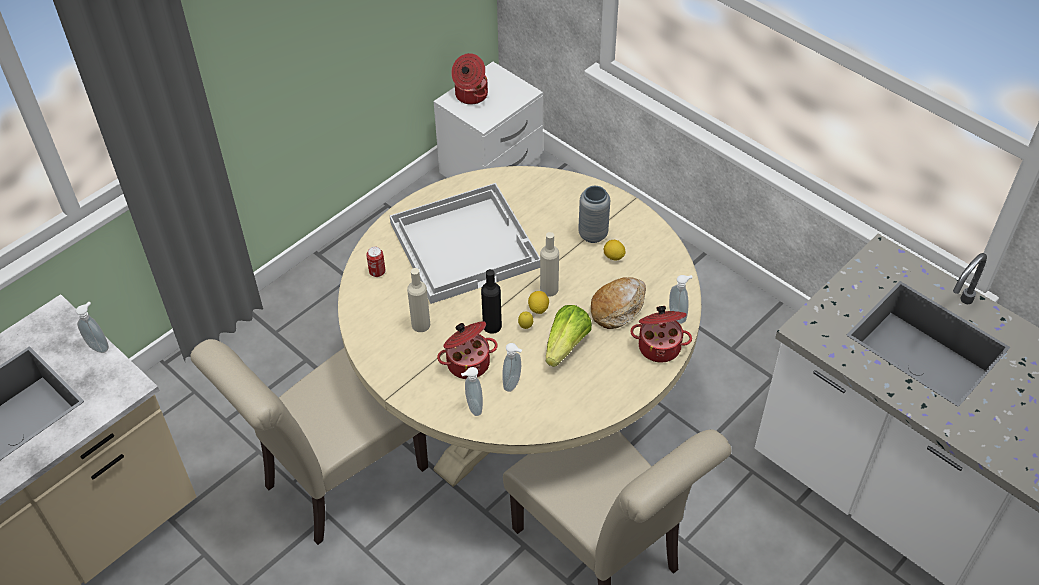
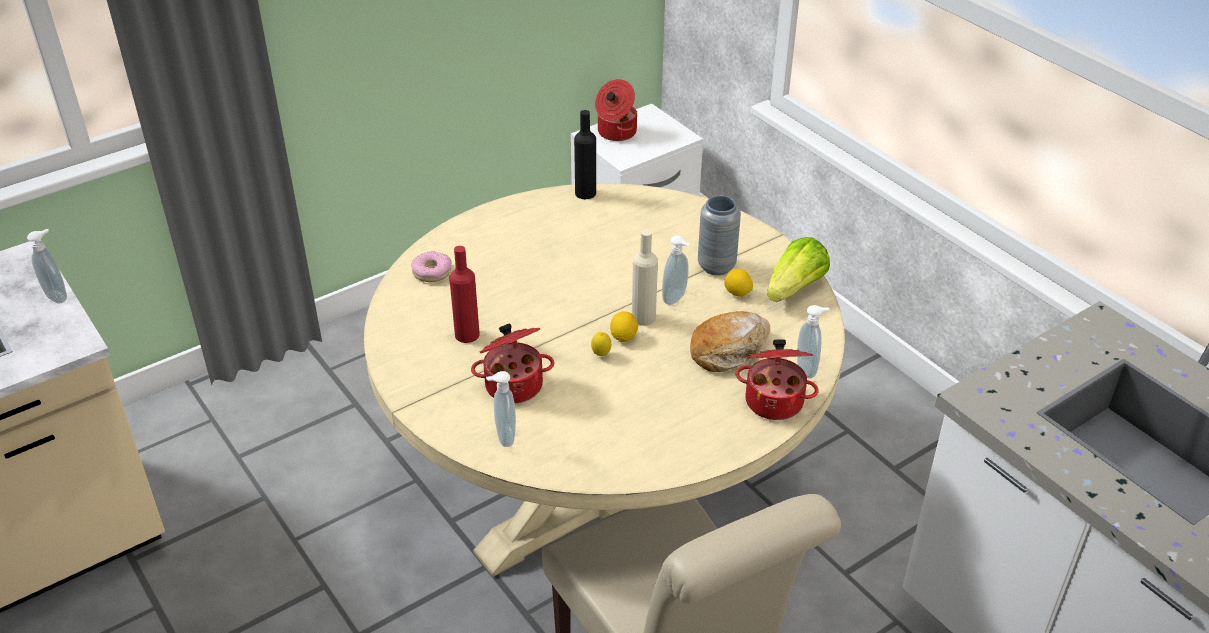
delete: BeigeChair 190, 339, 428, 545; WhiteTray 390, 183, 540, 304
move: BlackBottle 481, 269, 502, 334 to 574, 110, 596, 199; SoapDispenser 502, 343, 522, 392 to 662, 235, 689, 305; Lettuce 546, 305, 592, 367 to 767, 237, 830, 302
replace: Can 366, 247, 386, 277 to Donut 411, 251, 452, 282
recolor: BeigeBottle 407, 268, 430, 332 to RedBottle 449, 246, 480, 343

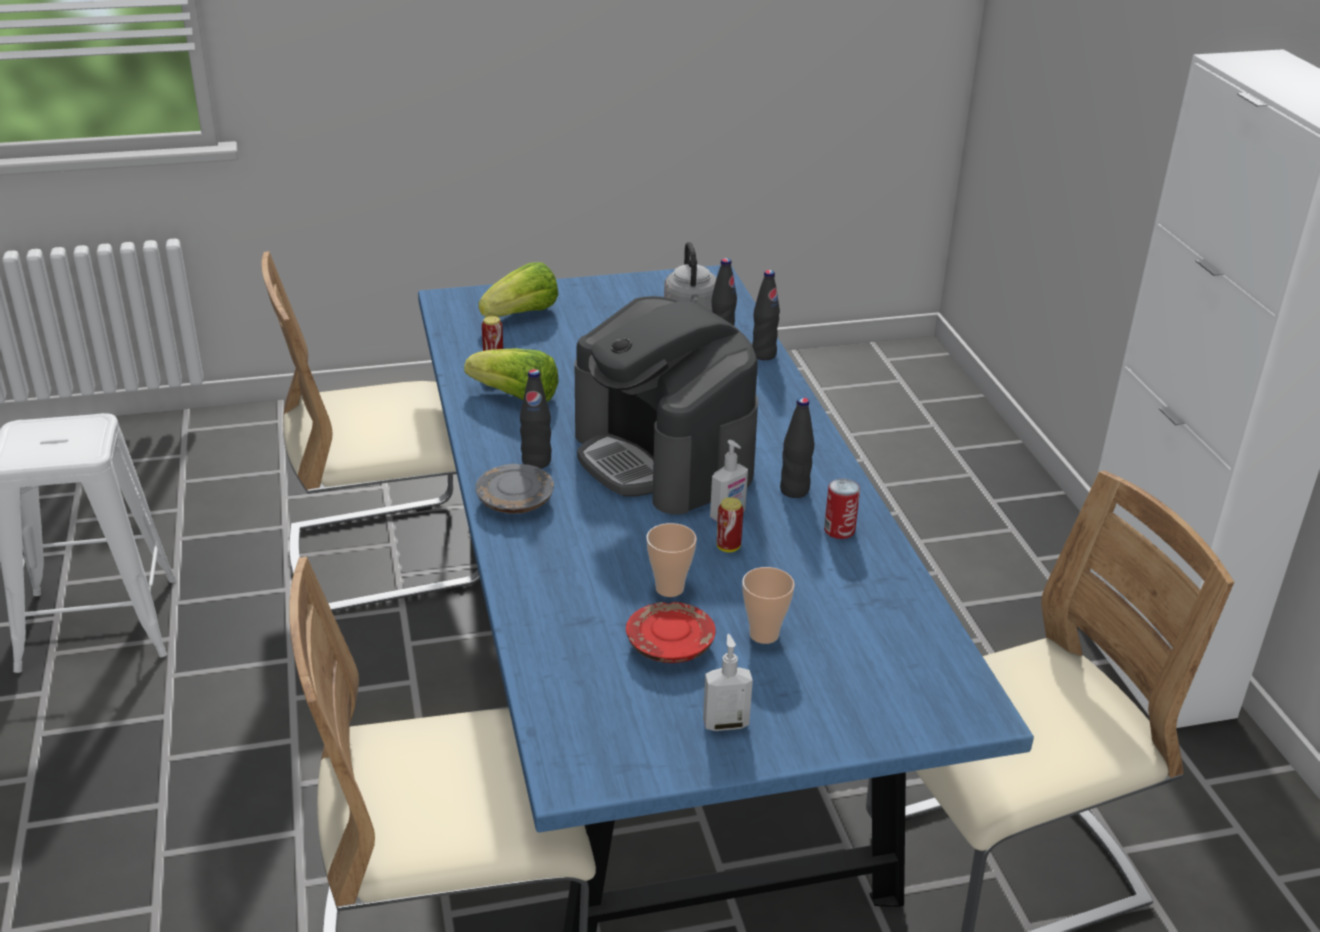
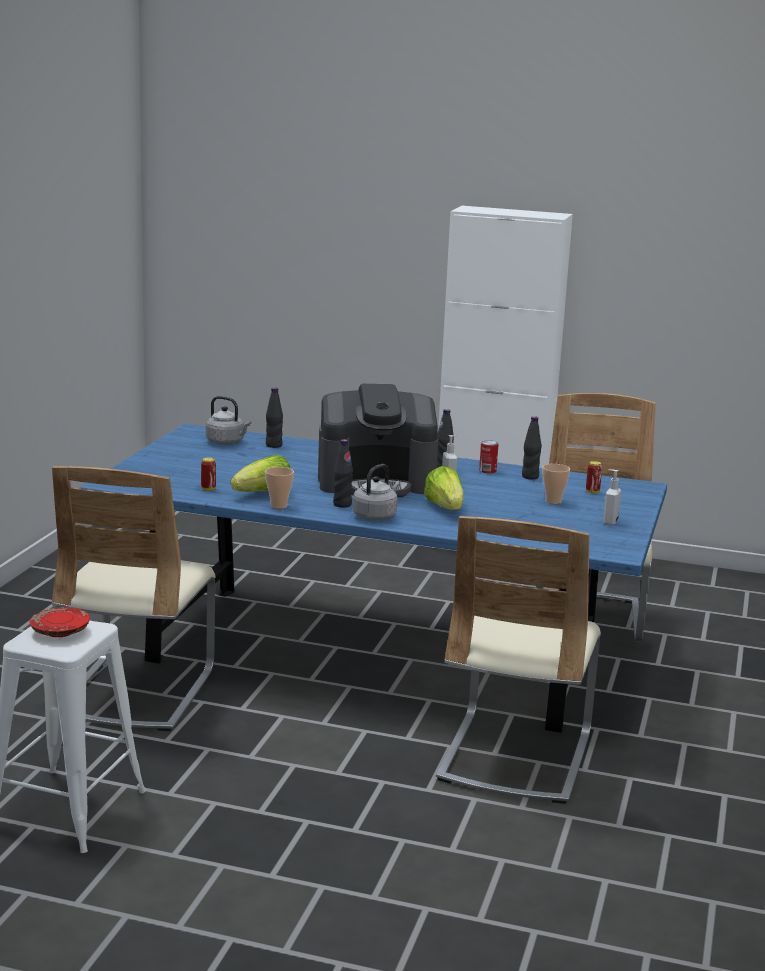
move: Lettuce 478, 262, 558, 317 to 424, 466, 464, 510; RedPlate 626, 602, 716, 663 to 29, 608, 90, 637; Cup 646, 523, 697, 597 to 265, 467, 294, 509; Can 717, 498, 744, 552 to 586, 461, 602, 494; BlackBottle 752, 270, 780, 360 to 522, 416, 542, 480
replace: GreyPlate 475, 464, 554, 514 to GreyKettle 353, 464, 400, 521

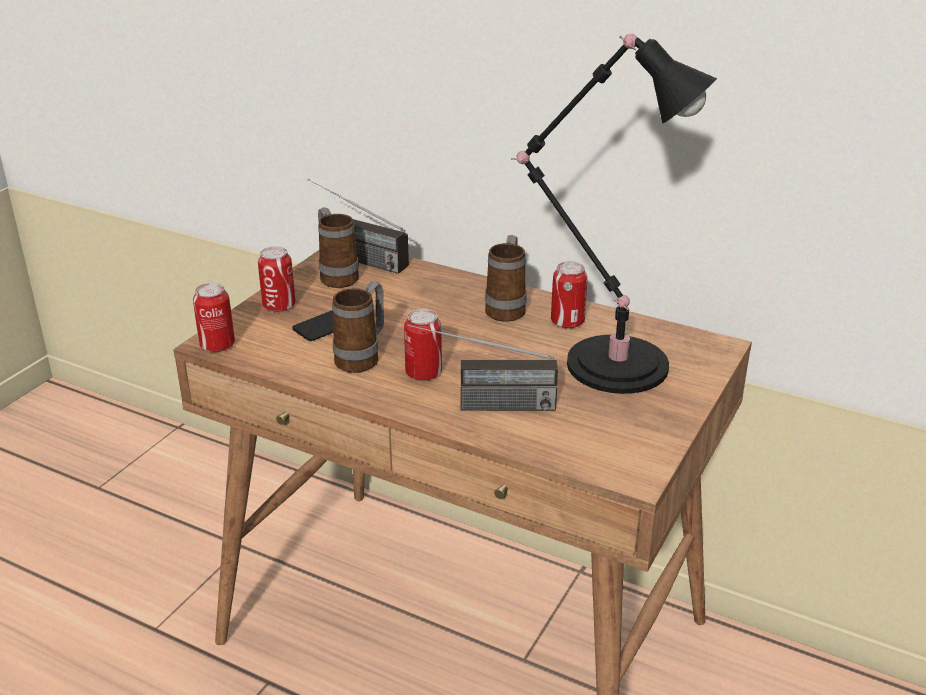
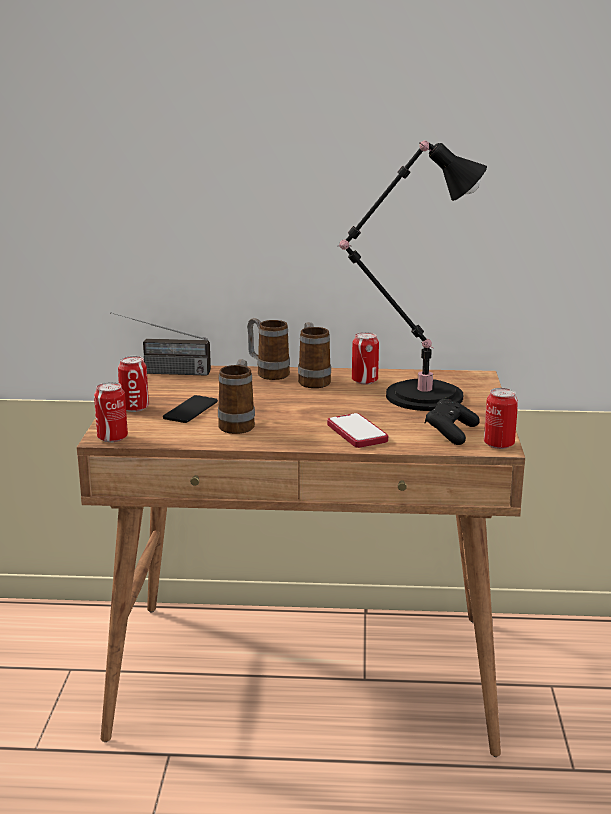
insert: BlackGameController 425, 399, 480, 445
move: Mug 318, 207, 359, 288 to 247, 318, 290, 380; Can 404, 309, 442, 381 to 484, 388, 518, 449
replace: Radio 407, 324, 558, 411 to Phone 327, 413, 388, 448

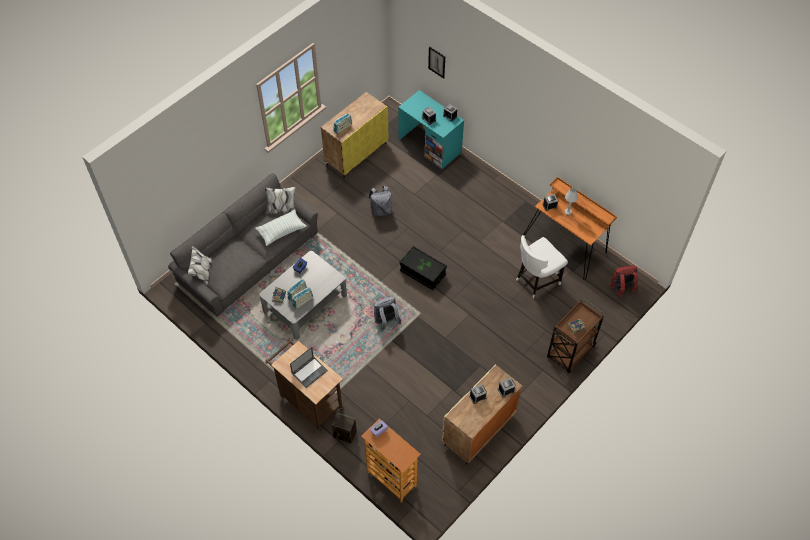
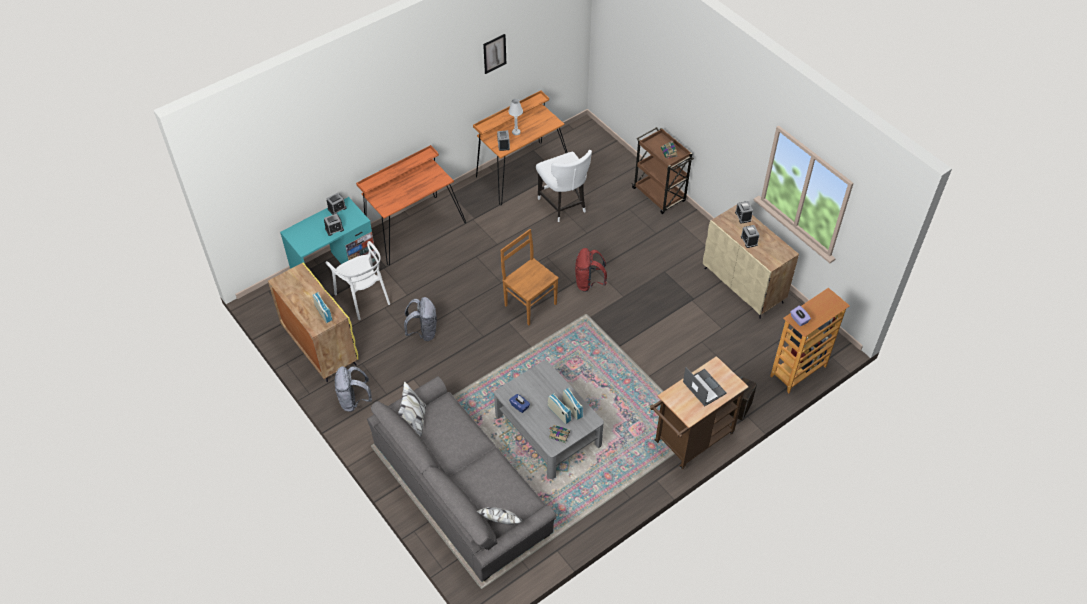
delete: Pillow 255, 209, 307, 246
insert: WhiteChair 326, 241, 390, 320; OrangeDesk 356, 145, 466, 266
move: GreyBackpack 374, 296, 401, 331 to 334, 366, 372, 412; Picture 428, 46, 445, 79 to 483, 34, 506, 74; RedBackpack 610, 266, 638, 298 to 575, 248, 607, 292
replace: BlackStorageBox 399, 246, 447, 290 to BrownChair 500, 229, 559, 326

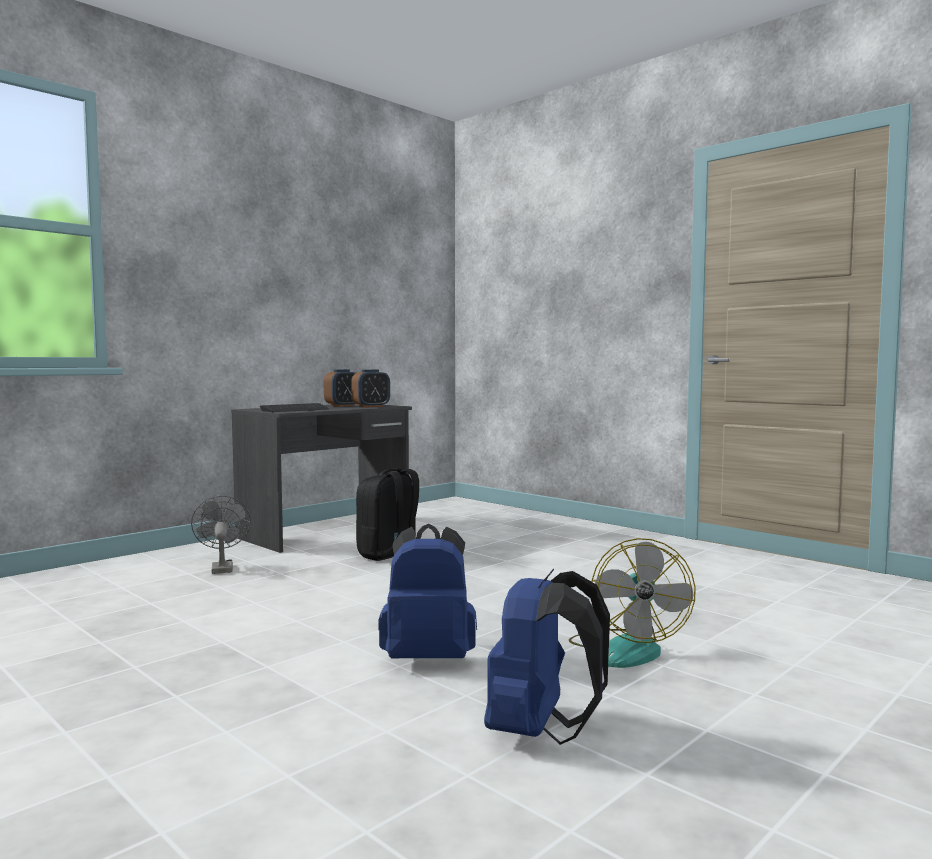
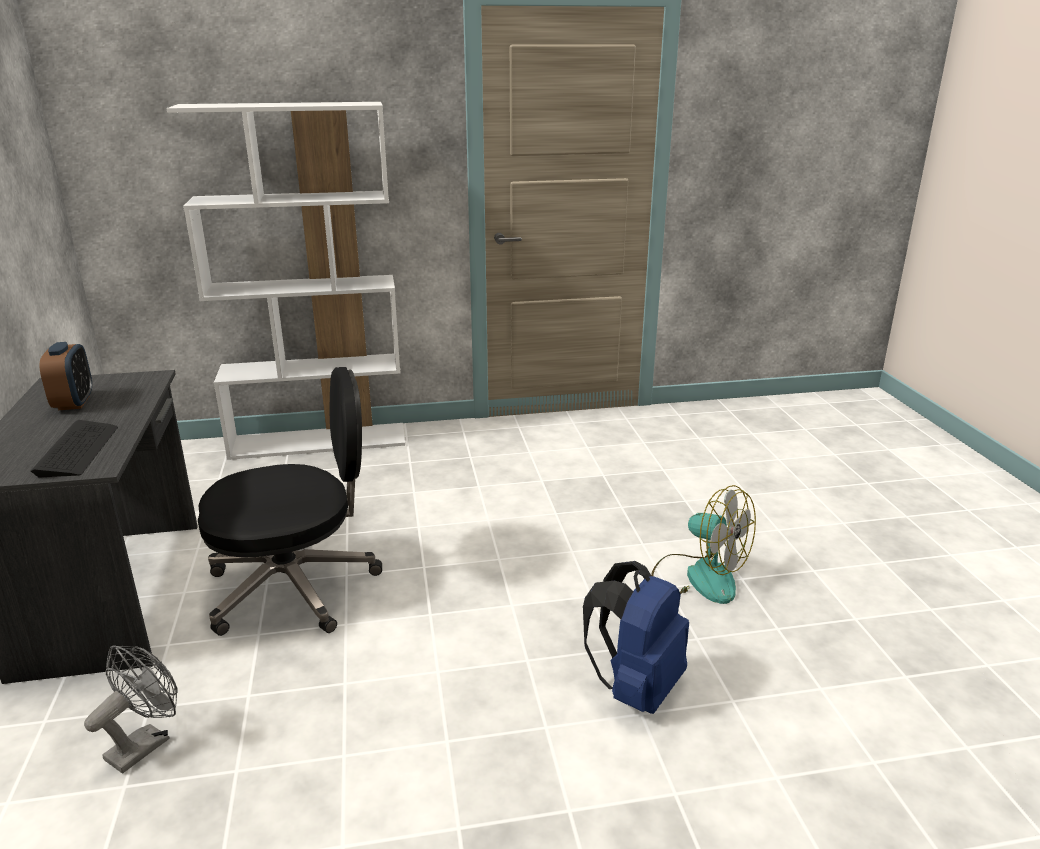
delete: AlarmClock 351, 369, 390, 407; BlueBackpack 484, 568, 610, 745
insert: WhiteBookcase 167, 102, 405, 460
replace: BlackBackpack 356, 468, 419, 561 to BlackOfficeChair 198, 367, 382, 636
rotate: GreyFan 191, 496, 251, 574 = 84, 646, 178, 773 105 degrees clockwise

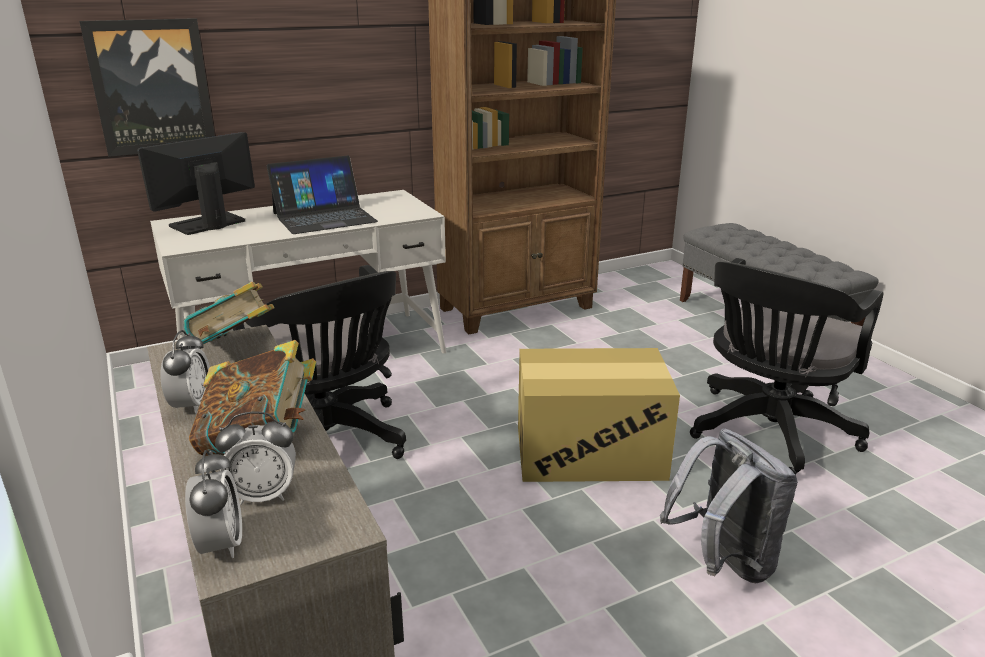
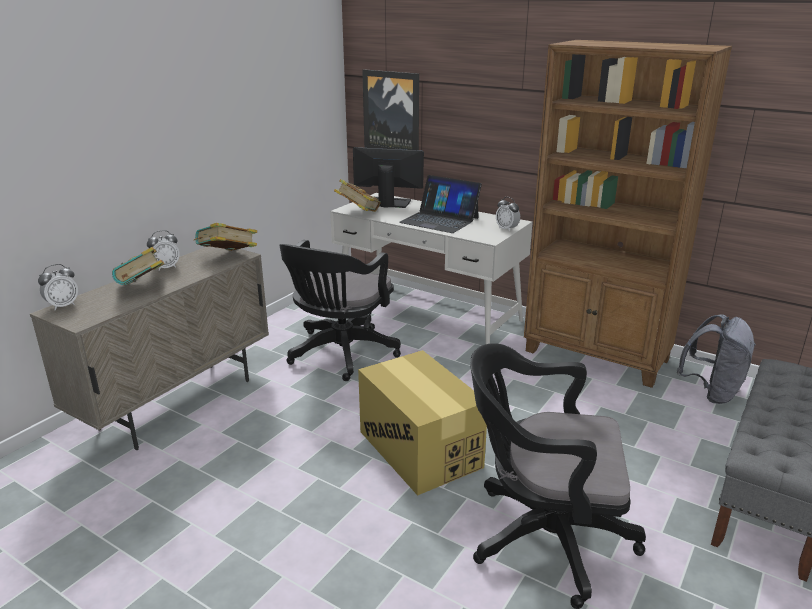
insert: Book 334, 179, 381, 212
move: AlarmClock 215, 411, 296, 505 to 496, 197, 520, 232; GreyBackpack 660, 428, 798, 583 to 677, 314, 756, 404

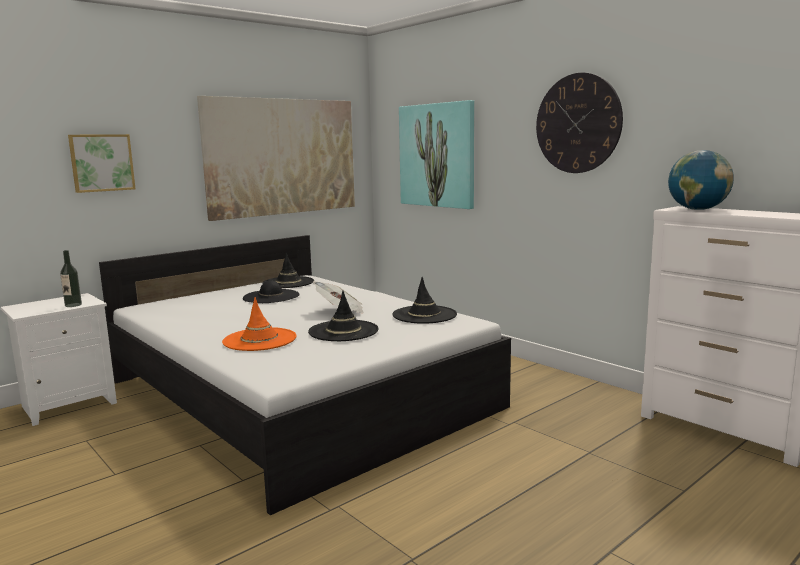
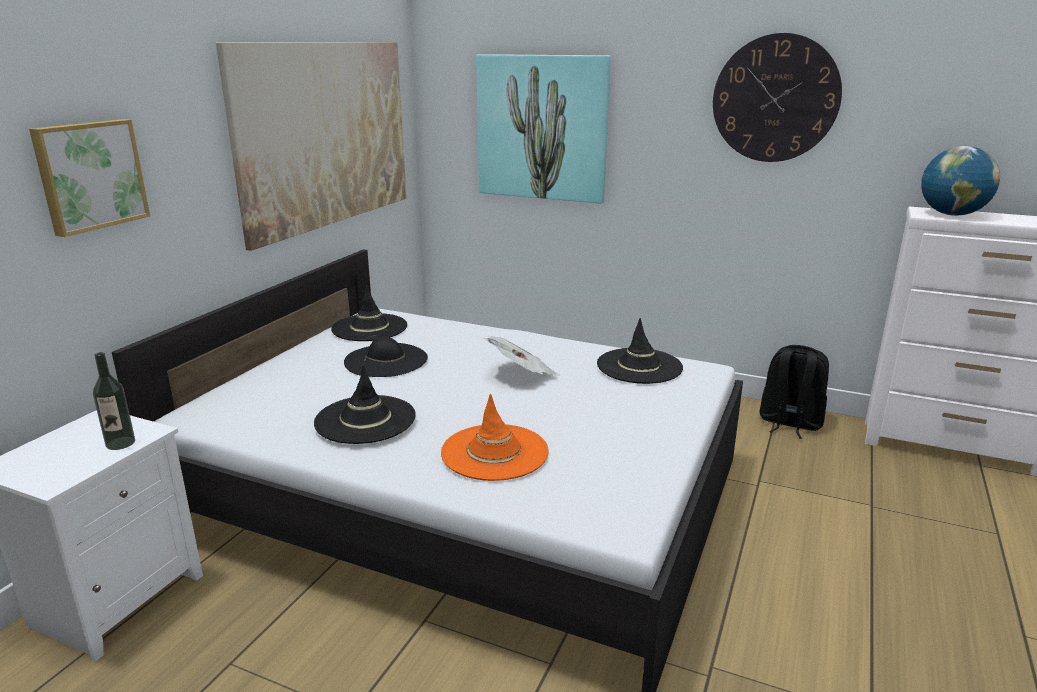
insert: BlackBackpack 759, 345, 829, 439
move: BlackHat 308, 291, 379, 341 to 314, 365, 416, 444

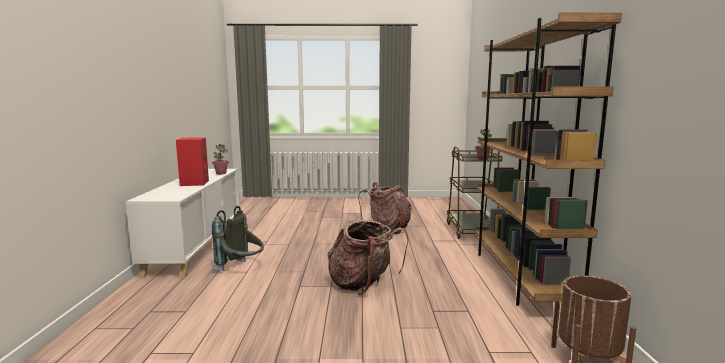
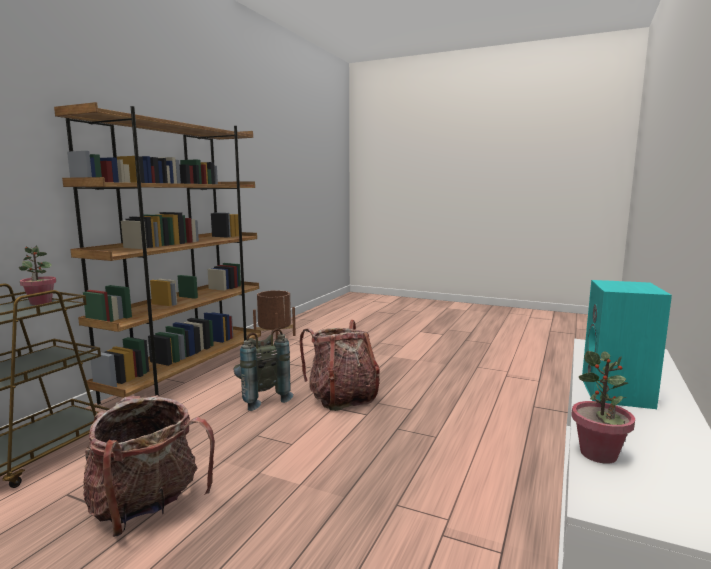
move: GreyBackpack 212, 206, 264, 271 to 234, 328, 293, 411
recolor: RedSpeaker 176, 137, 209, 186 to TurquoiseSpeaker 582, 280, 672, 409

